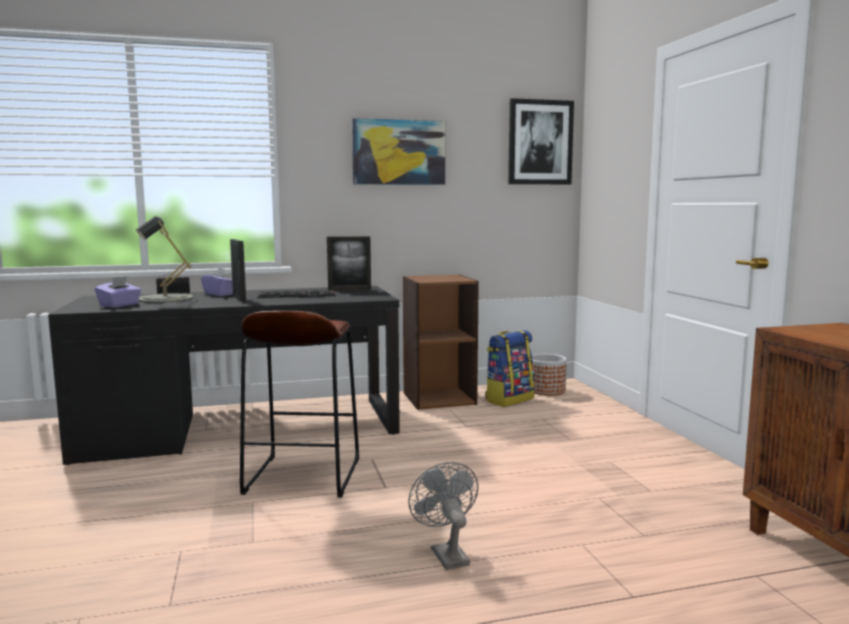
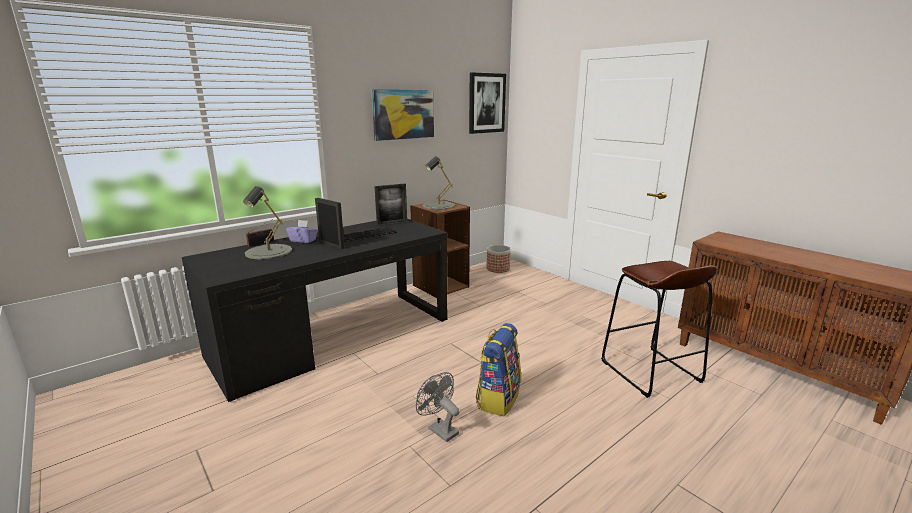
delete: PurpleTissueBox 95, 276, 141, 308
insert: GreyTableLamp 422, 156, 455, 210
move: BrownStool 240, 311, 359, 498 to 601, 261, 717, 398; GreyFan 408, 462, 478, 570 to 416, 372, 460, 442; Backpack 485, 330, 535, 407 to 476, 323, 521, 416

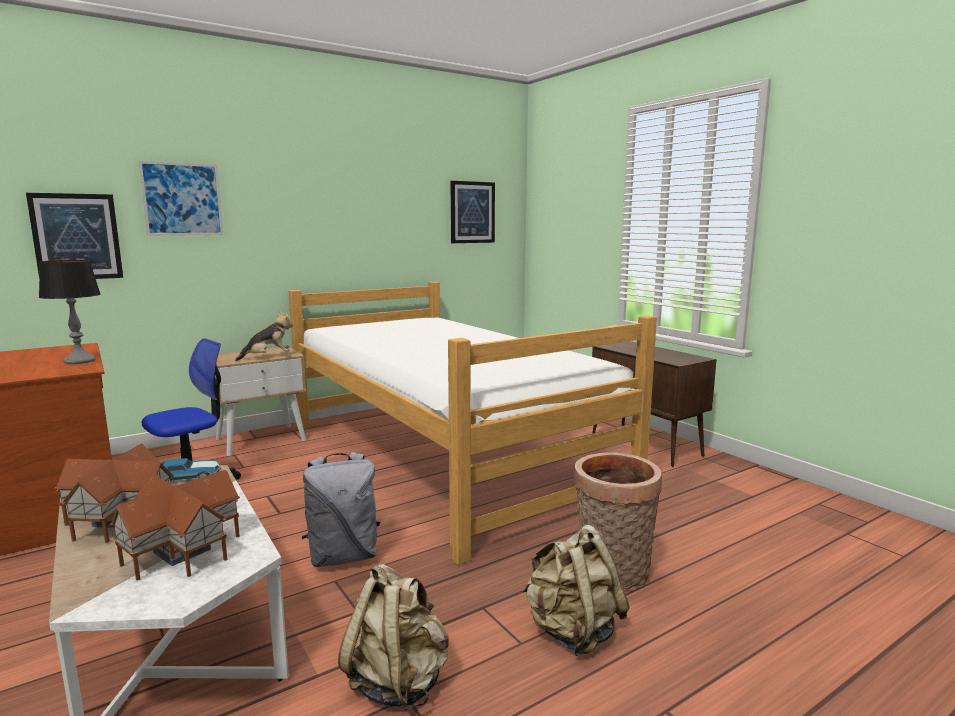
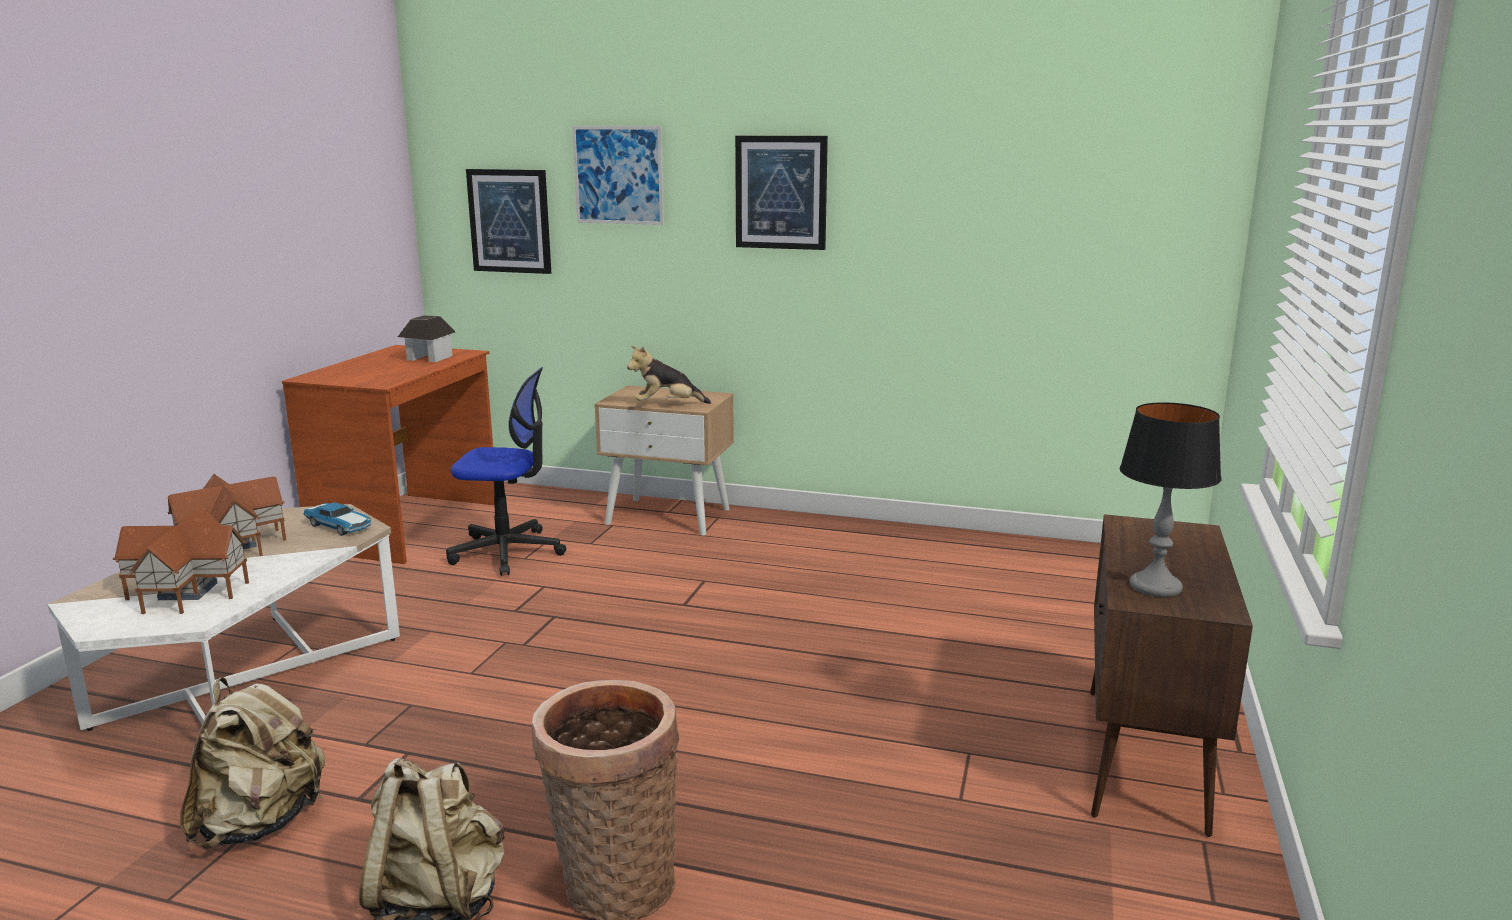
delete: Bed 289, 281, 657, 565; GreyBackpack 302, 452, 380, 567
insert: ToyHouse 398, 316, 455, 362
move: TableLamp 39, 260, 101, 364 to 1120, 402, 1221, 597; Picture 450, 181, 495, 243 to 735, 136, 828, 250
rotate: PlushToy 235, 312, 293, 361 = 627, 346, 711, 404 150 degrees clockwise

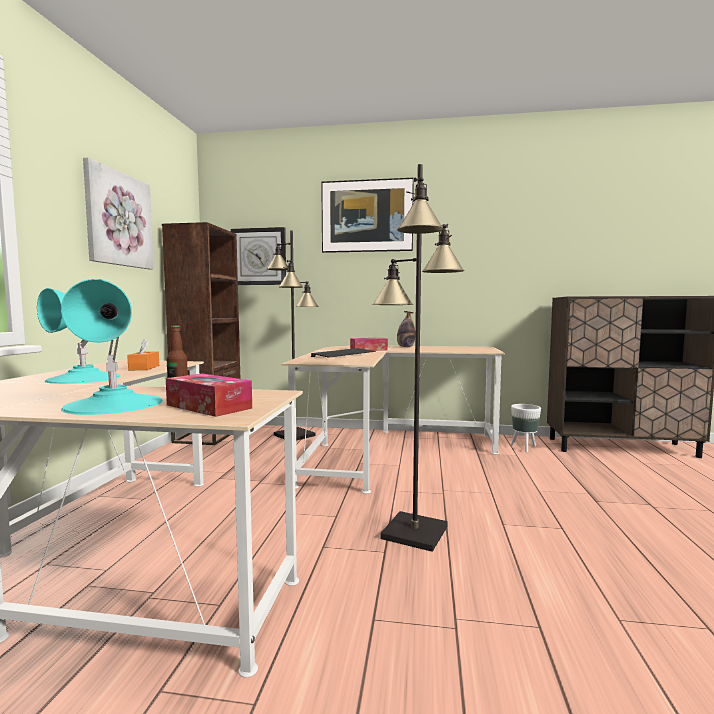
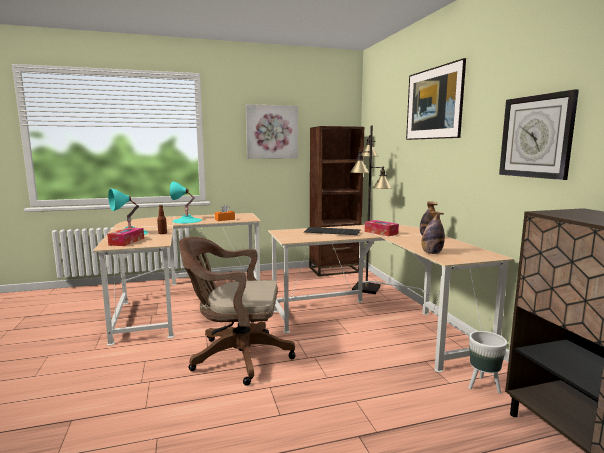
insert: Bottle 422, 211, 445, 254
move: WallClock 231, 227, 286, 285 to 499, 89, 579, 180
replace: BlackFloorLamp 372, 164, 465, 552 to BrownOfficeChair 179, 237, 296, 386

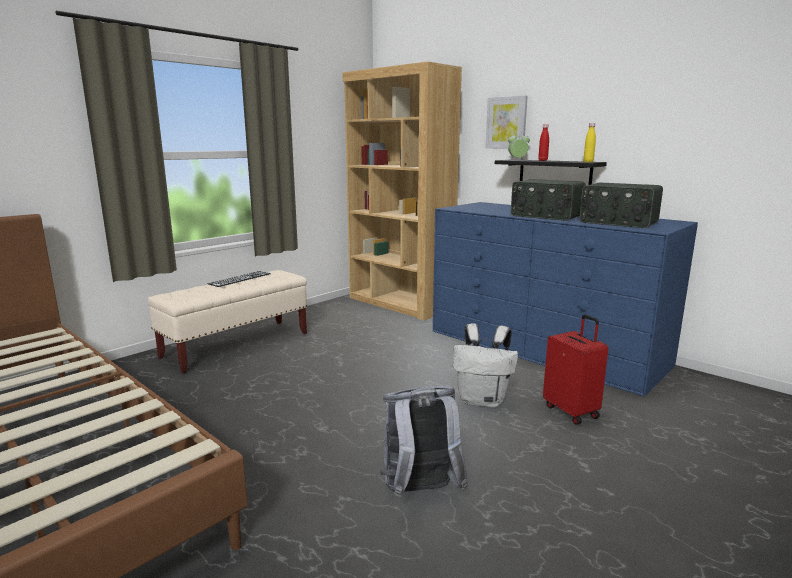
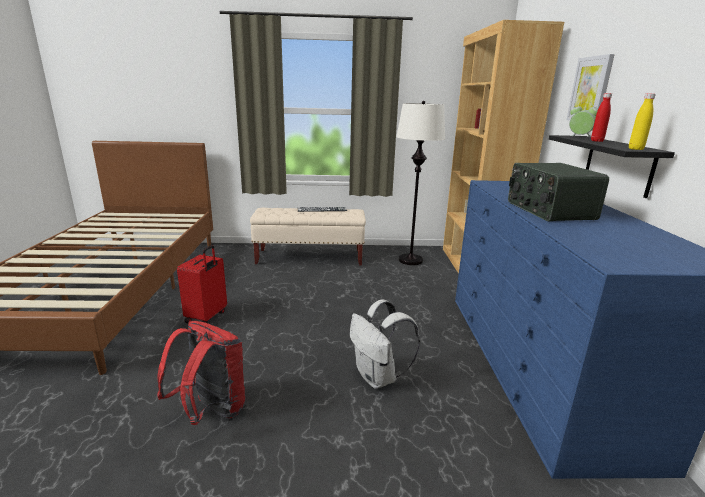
delete: Radio 580, 183, 663, 228
insert: WhiteFloorLamp 396, 101, 446, 265
move: RedSuitcase 543, 314, 608, 425 to 177, 245, 227, 323
recolor: GreyBackpack 380, 386, 468, 498 to RedBackpack 157, 321, 245, 425

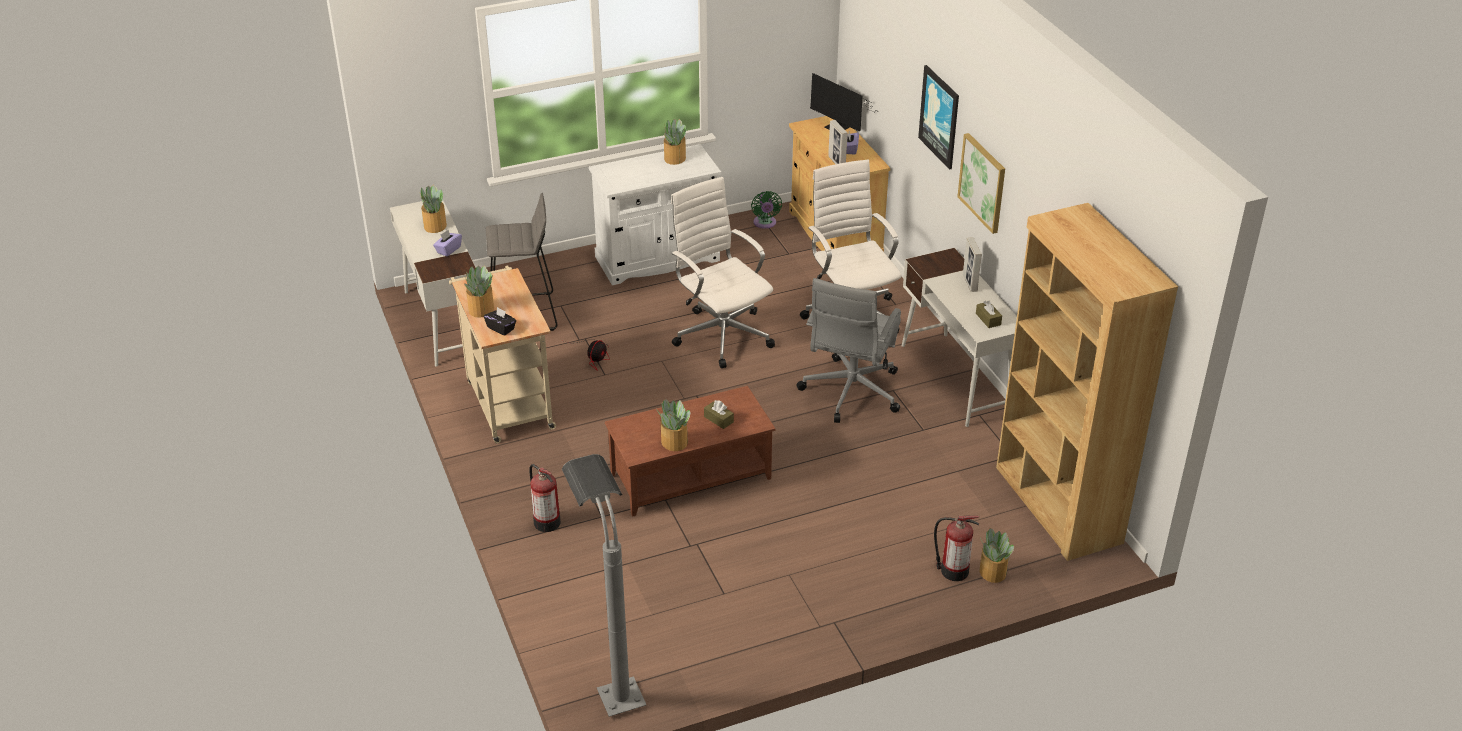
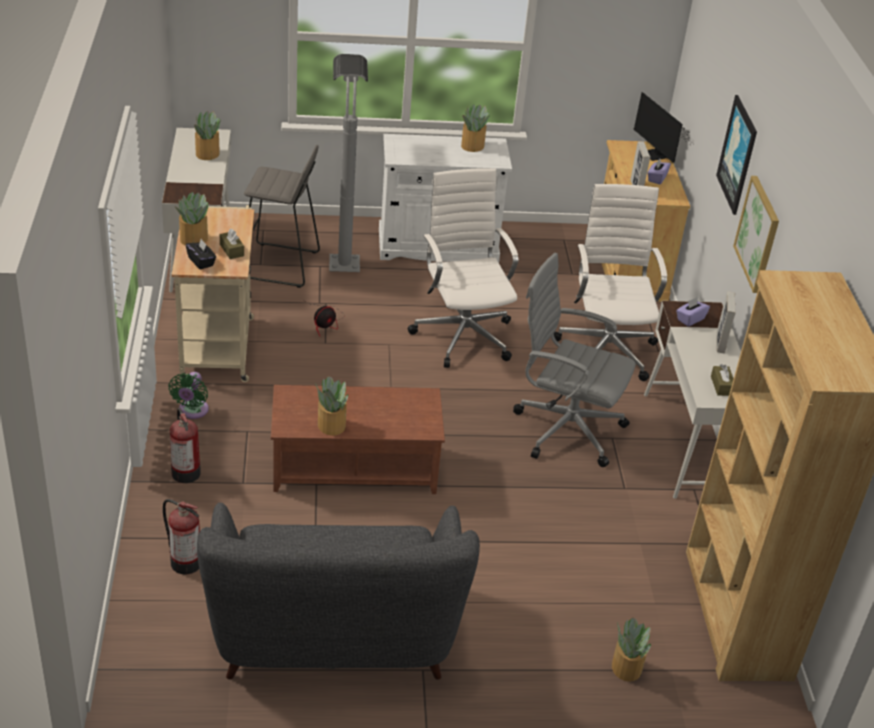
insert: GreySofa 197, 502, 480, 680
move: PurpleTissueBox 433, 230, 462, 257 to 676, 297, 710, 327; GreyFloorLamp 562, 454, 646, 717 to 329, 54, 368, 272; BrownTissueBox 704, 400, 734, 429 to 220, 228, 244, 259; GreenFan 751, 191, 782, 229 to 168, 372, 209, 419; FireExtinguisher 934, 516, 979, 581 to 163, 499, 200, 574
rotate: GreyOfficeChair 797, 278, 901, 423 = 513, 253, 636, 467 75 degrees clockwise

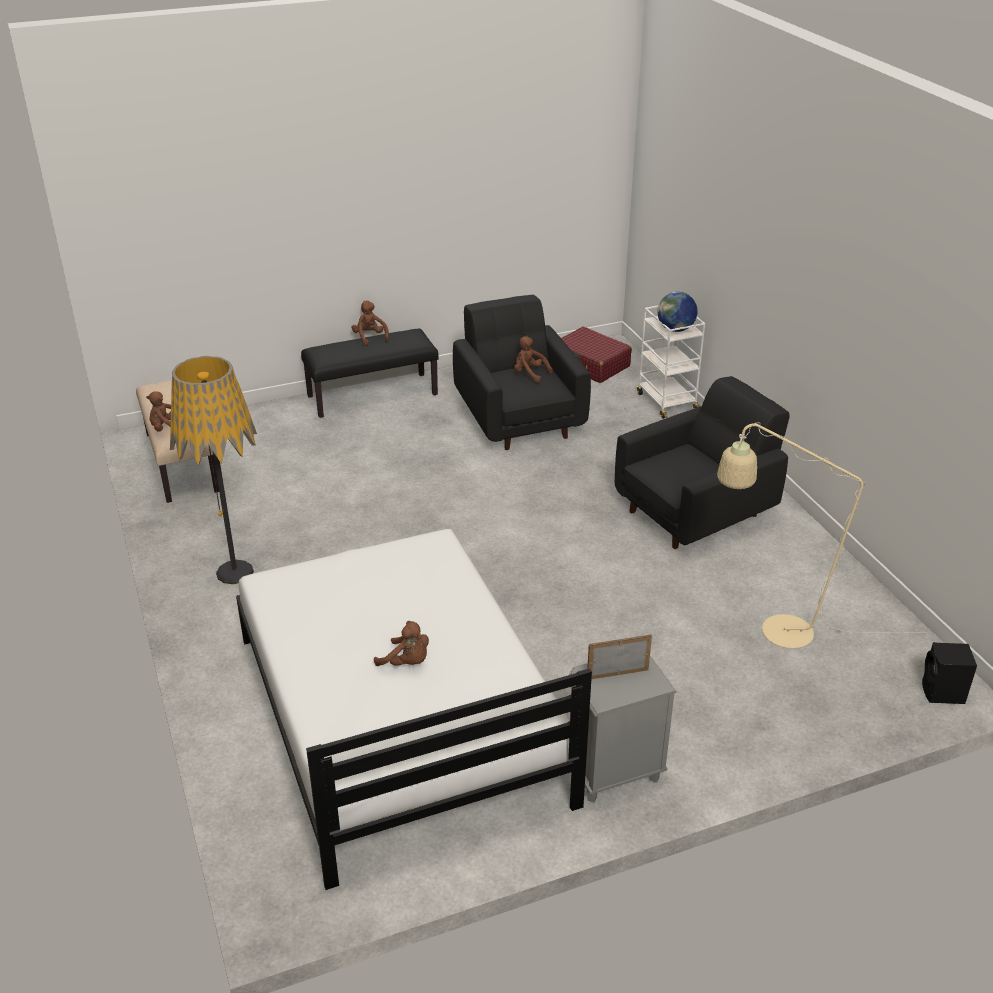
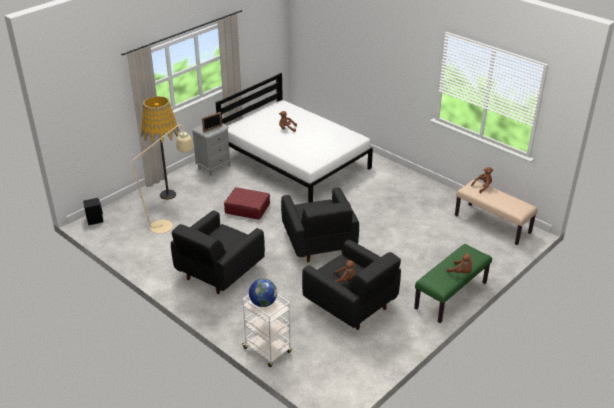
insert: BlackArmchair 281, 187, 359, 262
move: FloorLamp 170, 356, 257, 584 to 141, 96, 179, 200; RedSuitcase 561, 327, 632, 383 to 224, 187, 270, 220
recolor: BlackBench 301, 329, 439, 418 to GreenBench 414, 244, 492, 323

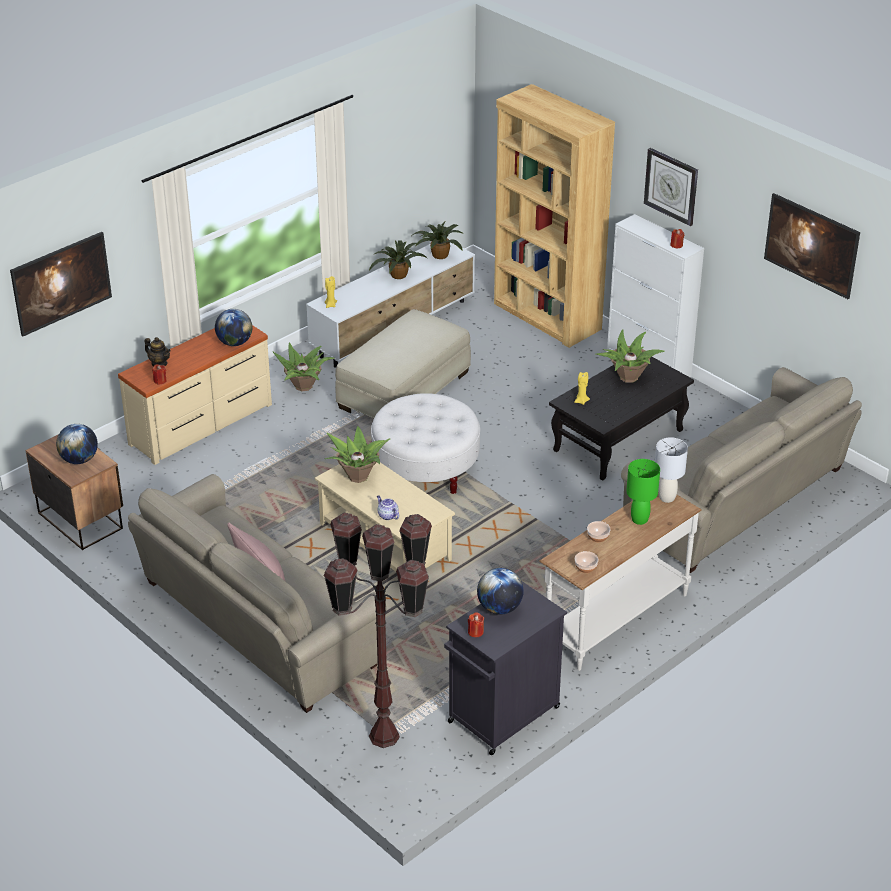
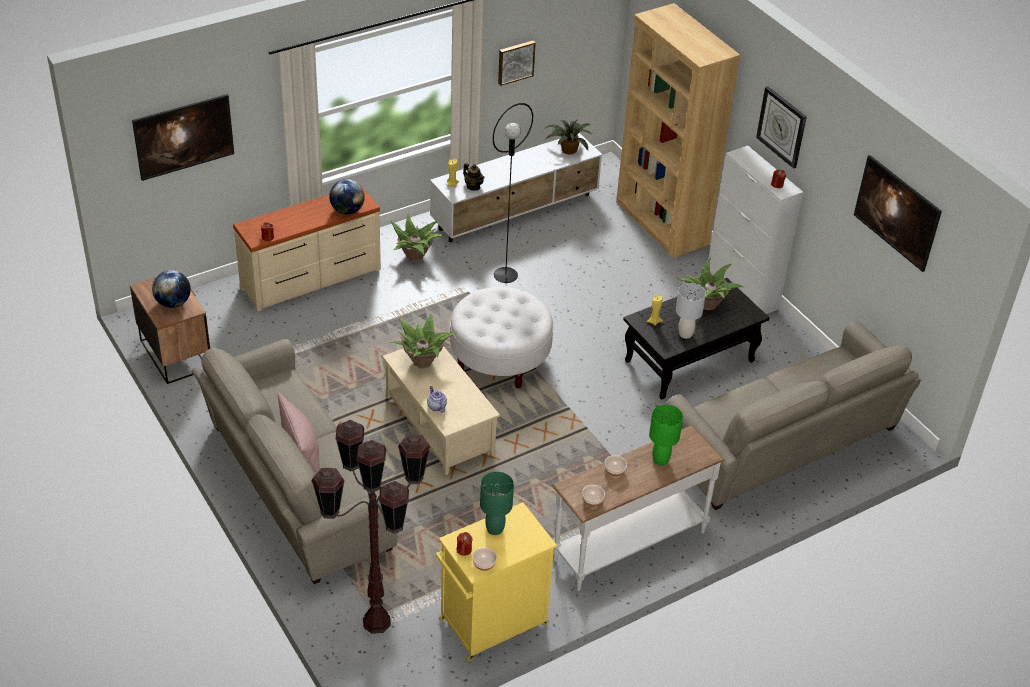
delete: PottedPlant 369, 240, 428, 279
insert: Bowl 472, 547, 497, 571; Picture 498, 41, 536, 86
move: Teapot 145, 337, 171, 367 to 463, 163, 485, 191; GreyTableLamp 655, 437, 688, 503 to 676, 283, 706, 339
replace: BeigeOttoman 335, 309, 471, 418 to BlackFloorLamp 493, 103, 533, 283; Globe 477, 568, 524, 615 to GreenTableLamp 480, 472, 514, 535
recolor: BlackCabinet 444, 581, 567, 755 to YellowCabinet 436, 502, 557, 661

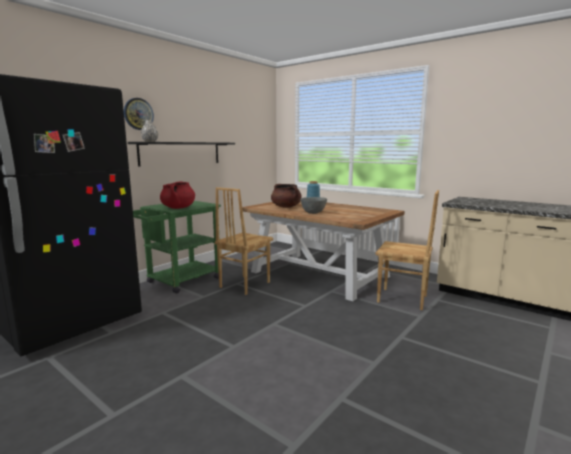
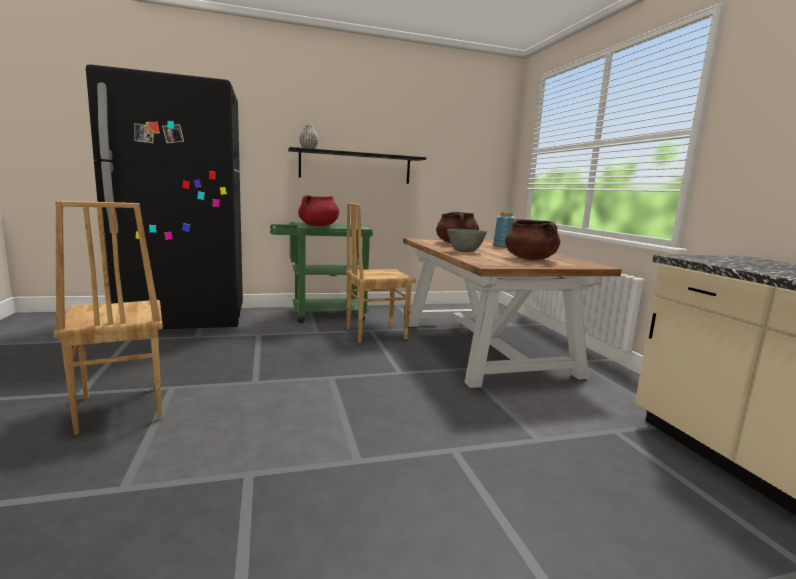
delete: WallClock 124, 98, 154, 130
insert: BrownCookingPot 505, 219, 560, 260
move: BrownChair 376, 190, 439, 310 to 54, 201, 163, 435

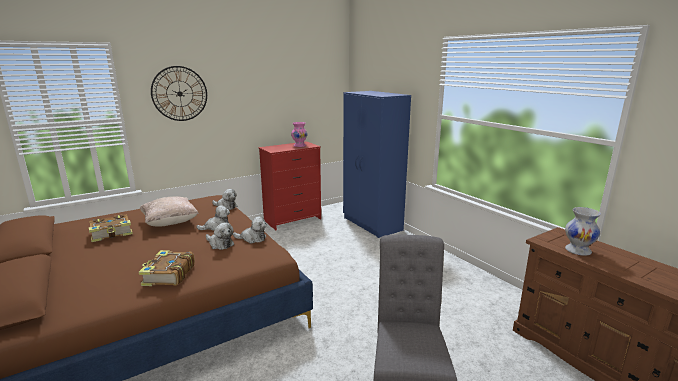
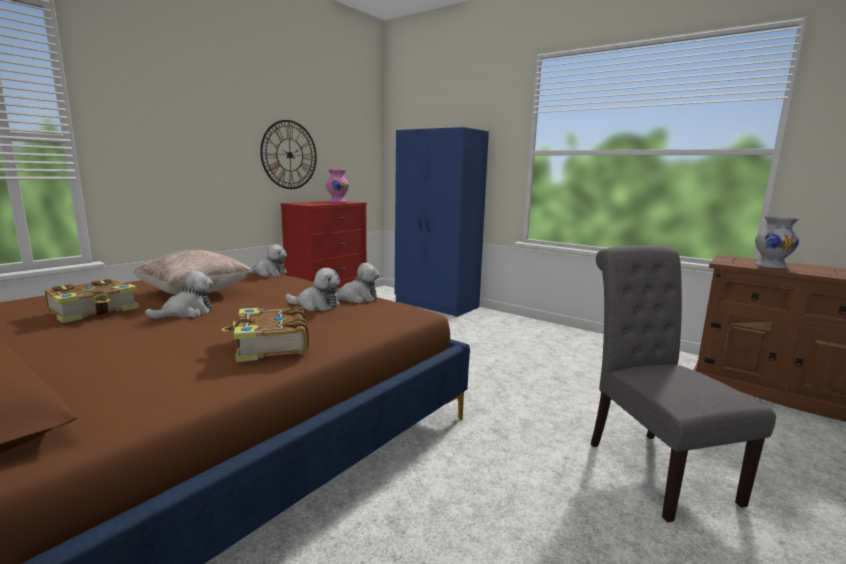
move: WallClock 151, 66, 207, 121 to 260, 120, 317, 189; PlushToy 196, 205, 230, 231 to 145, 270, 213, 319

